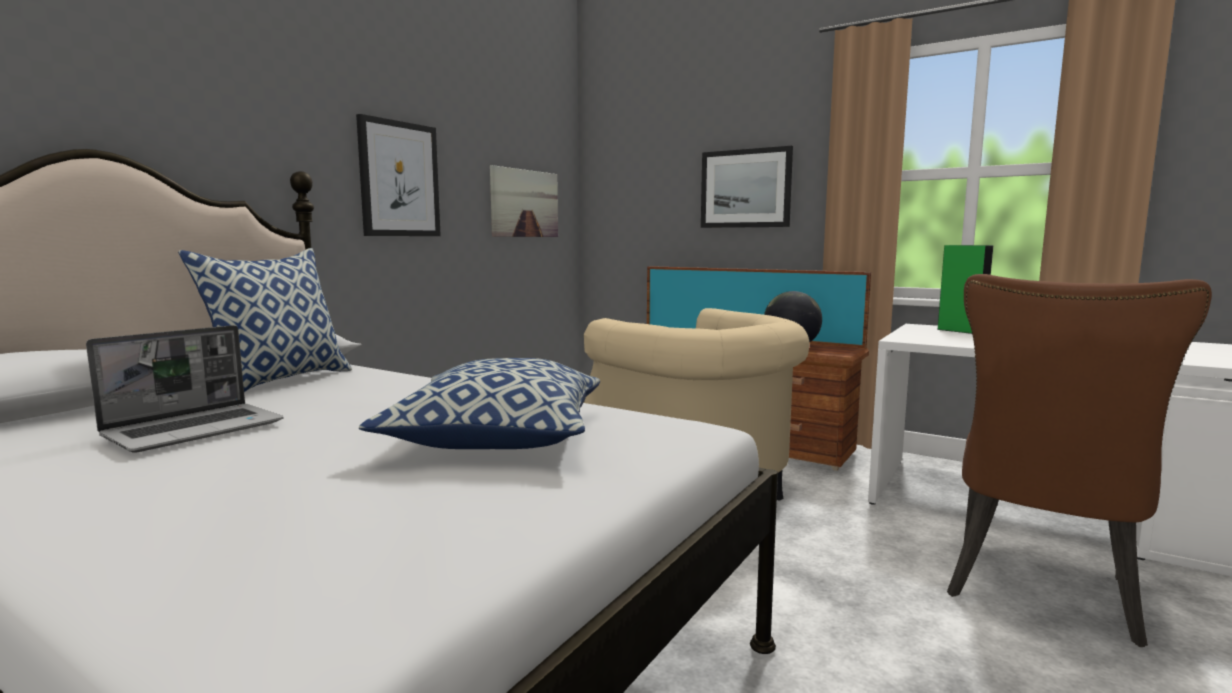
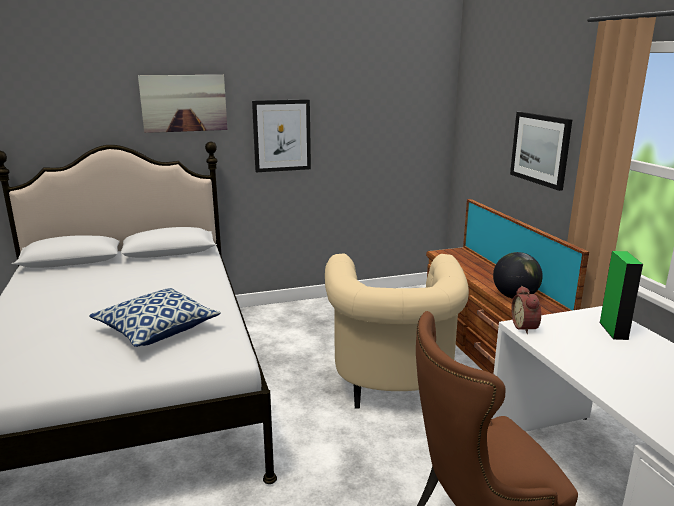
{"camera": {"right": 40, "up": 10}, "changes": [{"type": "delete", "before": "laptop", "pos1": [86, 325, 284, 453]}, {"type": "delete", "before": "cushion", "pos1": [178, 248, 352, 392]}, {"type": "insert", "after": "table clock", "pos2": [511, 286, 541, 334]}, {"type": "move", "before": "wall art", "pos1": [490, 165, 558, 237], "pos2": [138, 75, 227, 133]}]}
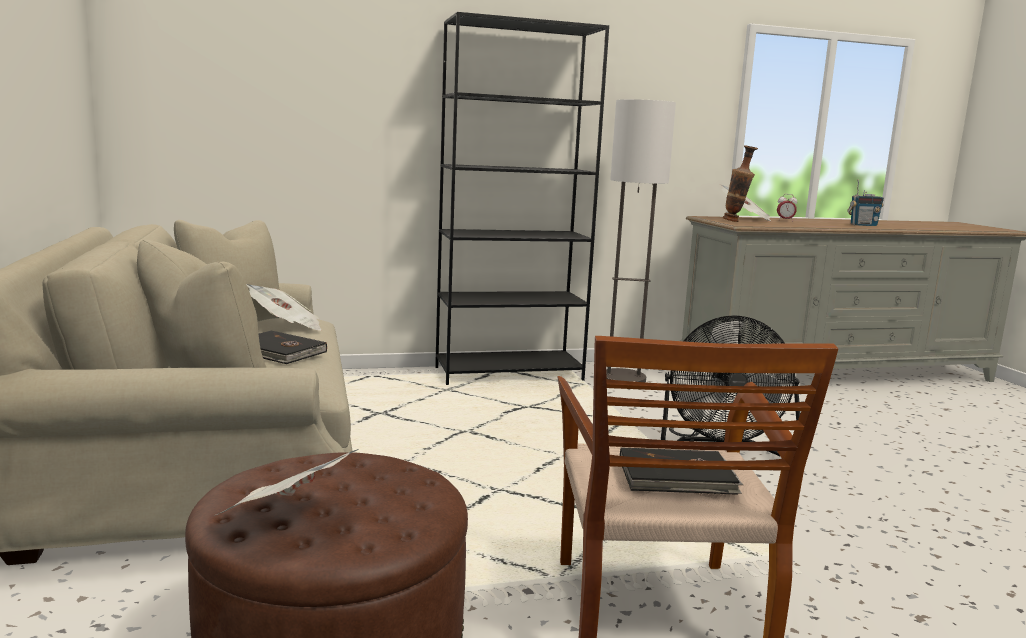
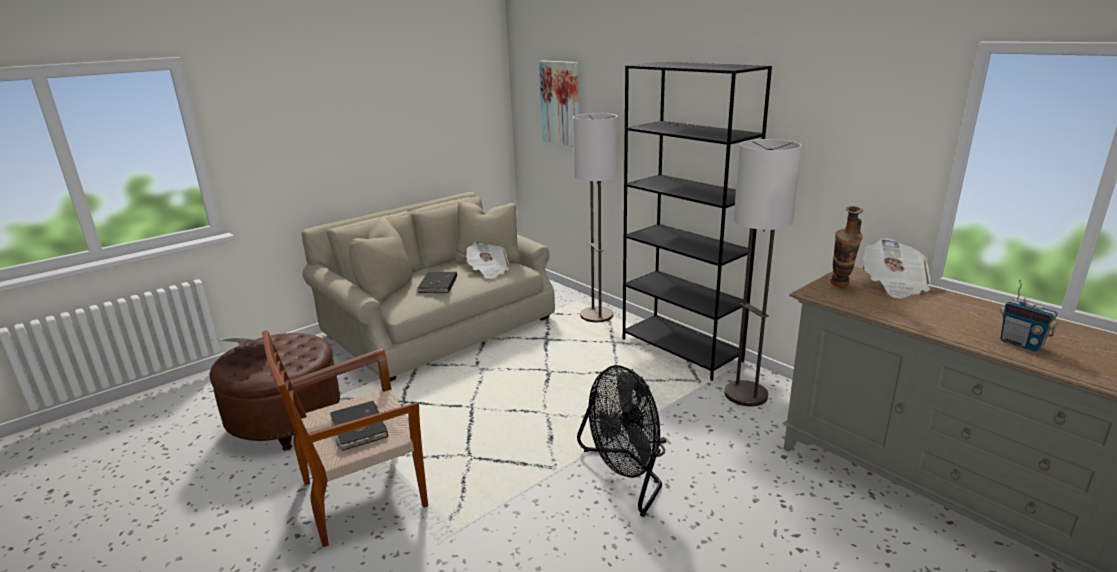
{"camera": {"right": 65, "up": 10}, "changes": [{"type": "delete", "before": "table clock", "pos1": [777, 194, 797, 222]}, {"type": "insert", "after": "wall art", "pos2": [539, 61, 579, 147]}, {"type": "insert", "after": "standard lamp", "pos2": [573, 113, 618, 322]}]}
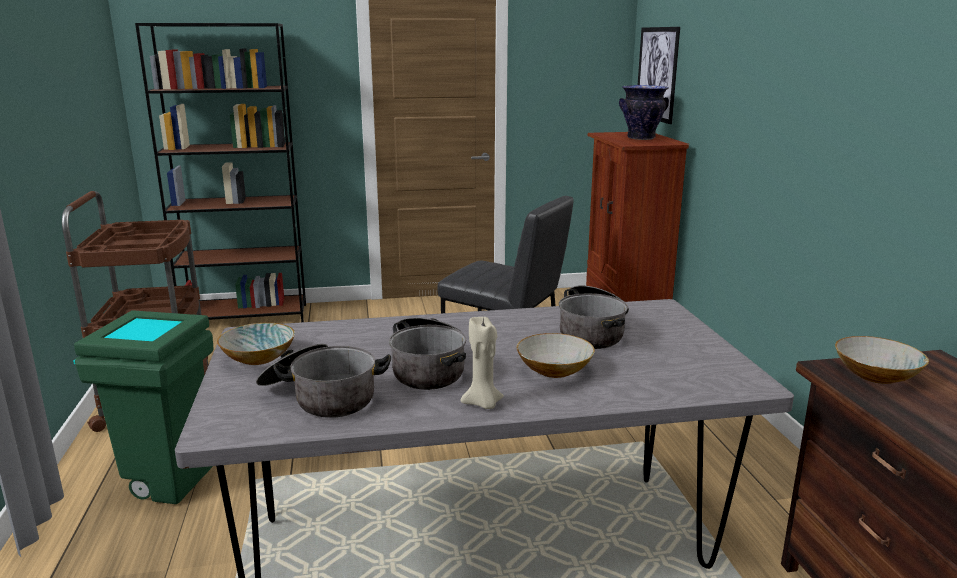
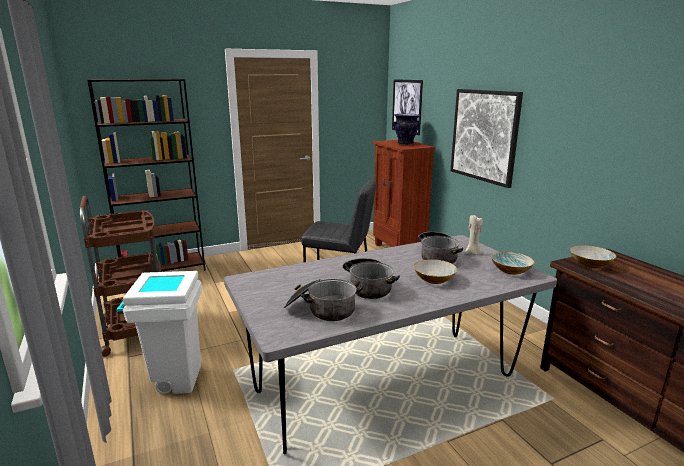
{"camera": {"right": -15, "up": 0}, "changes": [{"type": "insert", "after": "wall art", "pos2": [451, 89, 523, 188]}, {"type": "move", "before": "bowl", "pos1": [217, 323, 295, 365], "pos2": [491, 252, 535, 275]}, {"type": "move", "before": "candle/sand-coloured", "pos1": [460, 317, 504, 409], "pos2": [465, 215, 482, 255]}, {"type": "recolor", "before": "rubbish bin/green", "after": "rubbish bin/white-coloured", "pos1": [73, 310, 214, 504], "pos2": [116, 271, 202, 394]}]}
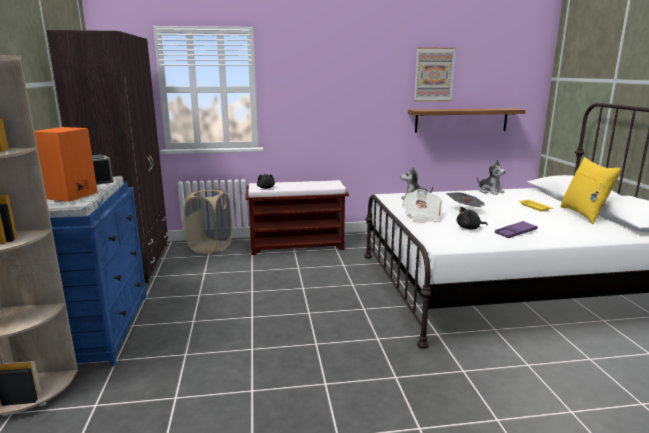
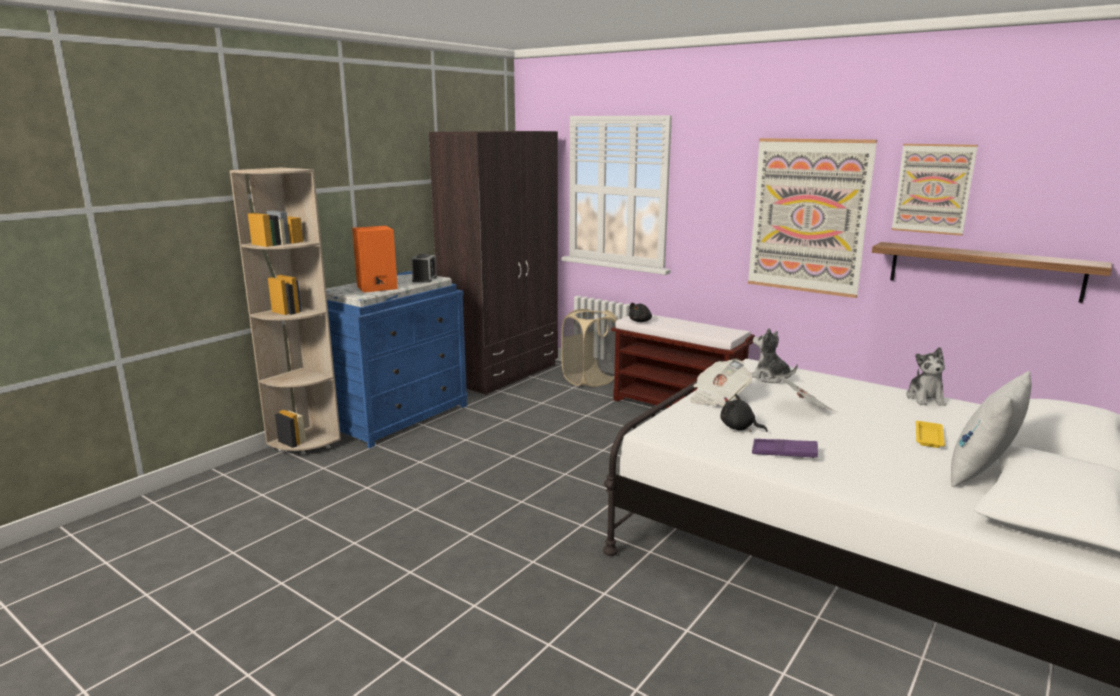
{"camera": {"right": 45, "up": 0}, "changes": [{"type": "insert", "after": "wall art", "pos2": [748, 138, 877, 298]}, {"type": "recolor", "before": "cushion/yellowish", "after": "cushion/greyish", "pos1": [560, 157, 621, 224], "pos2": [951, 371, 1032, 487]}]}
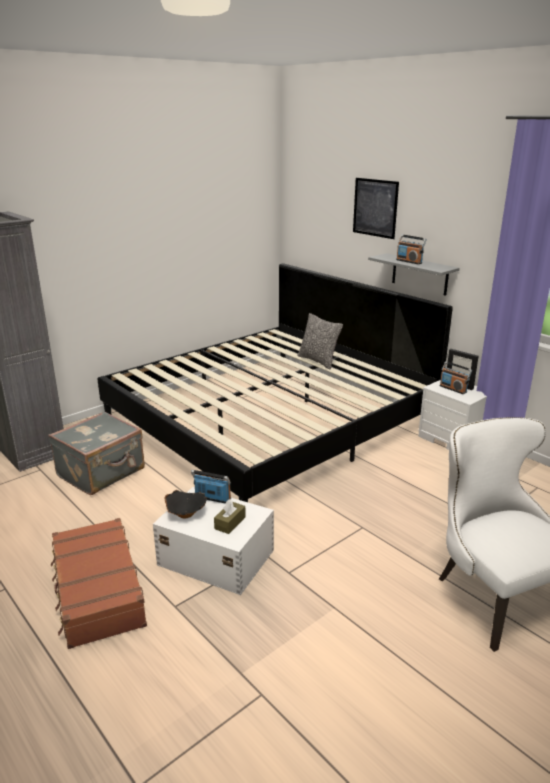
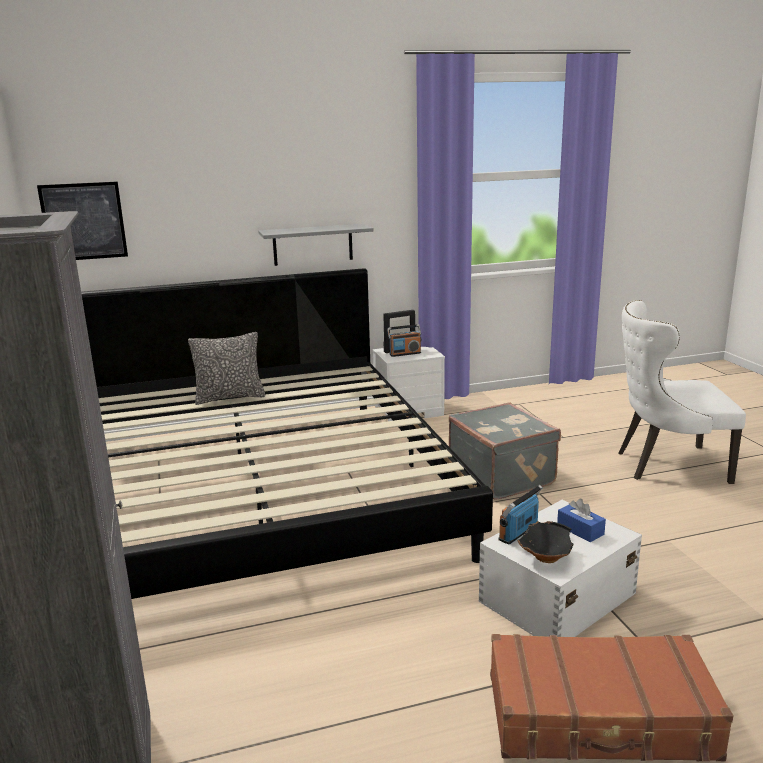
{"camera": {"right": -65, "up": -5}, "changes": [{"type": "delete", "before": "radio set", "pos1": [396, 234, 427, 264]}, {"type": "move", "before": "suitcase/greyish", "pos1": [48, 411, 145, 495], "pos2": [449, 402, 561, 500]}, {"type": "move", "before": "wall art", "pos1": [353, 178, 399, 239], "pos2": [37, 182, 128, 260]}, {"type": "recolor", "before": "box of tissues/brownish", "after": "box of tissues/blue", "pos1": [214, 499, 246, 534], "pos2": [557, 499, 606, 542]}]}
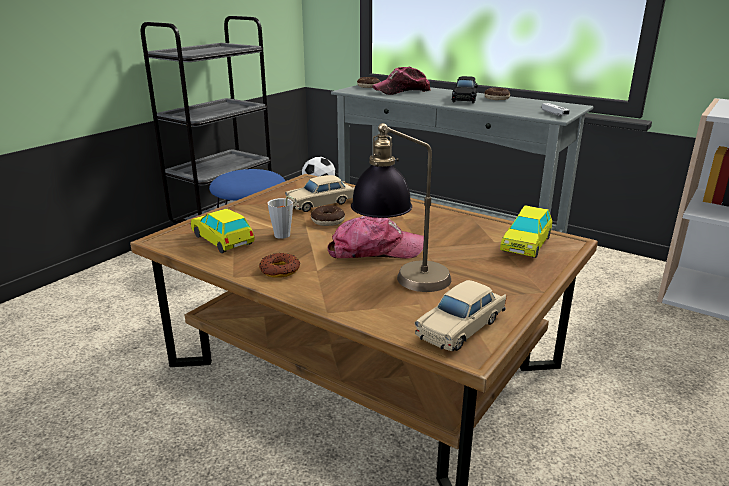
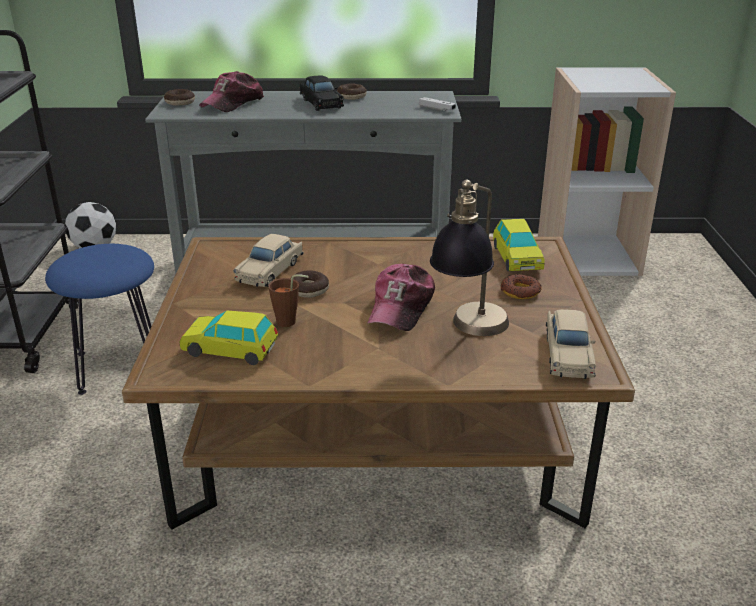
{"camera": {"right": -35, "up": 5}, "changes": [{"type": "move", "before": "ring doughnut", "pos1": [259, 253, 300, 278], "pos2": [501, 274, 542, 299]}, {"type": "recolor", "before": "drinking cup/greyish", "after": "drinking cup/brownish", "pos1": [267, 196, 294, 239], "pos2": [268, 274, 309, 327]}, {"type": "rotate", "before": "peaked cap", "pos1": [328, 216, 424, 259], "pos2": [367, 264, 435, 331], "turn": 150}]}
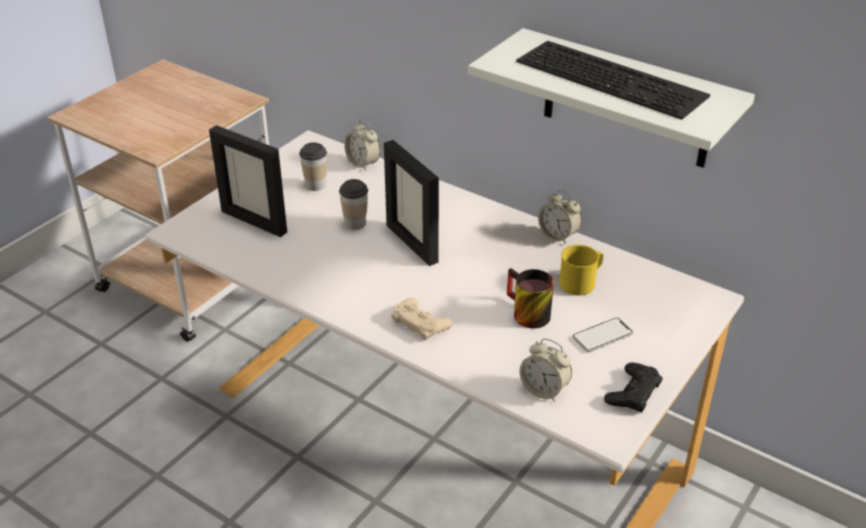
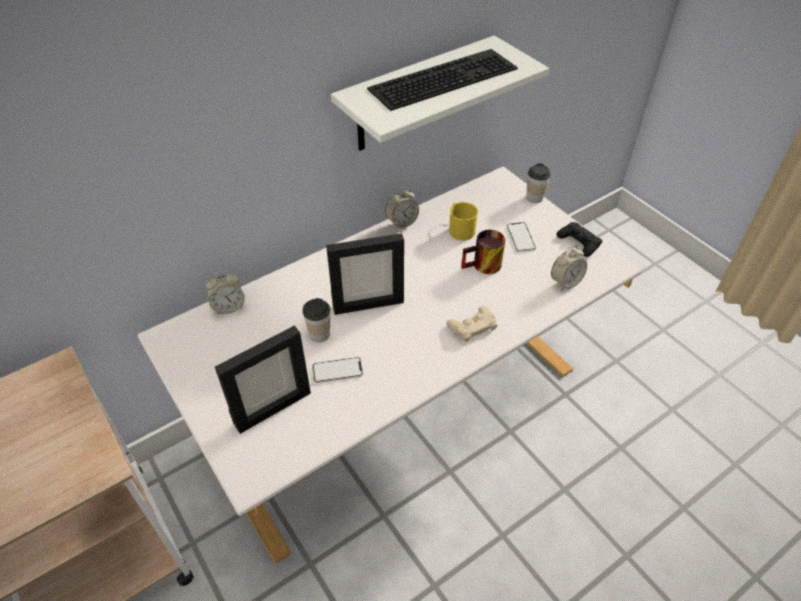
{"camera": {"right": -70, "up": 10}, "changes": [{"type": "insert", "after": "handset", "pos2": [312, 357, 363, 383]}, {"type": "move", "before": "drinking cup", "pos1": [299, 142, 327, 191], "pos2": [526, 164, 551, 203]}]}
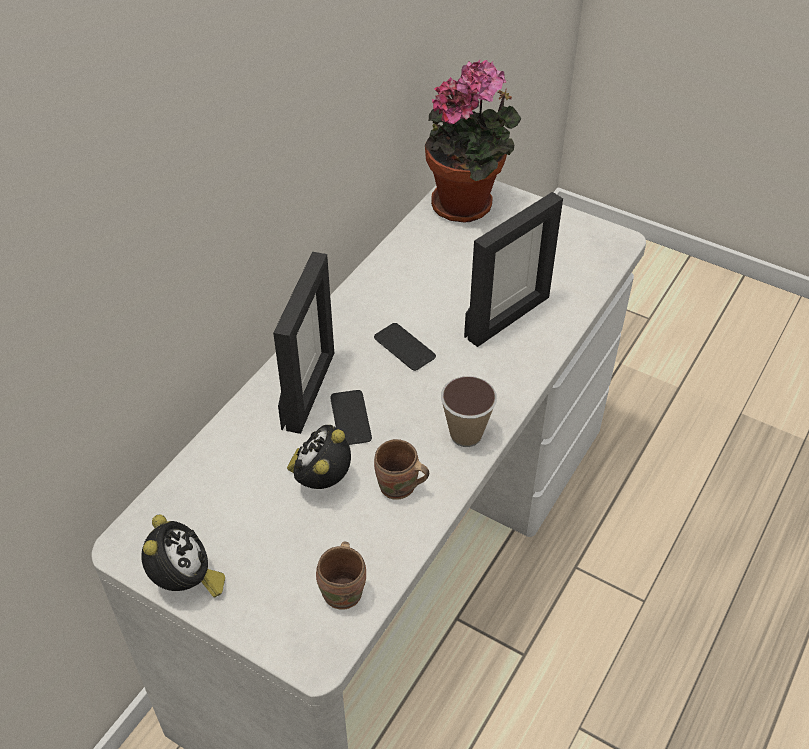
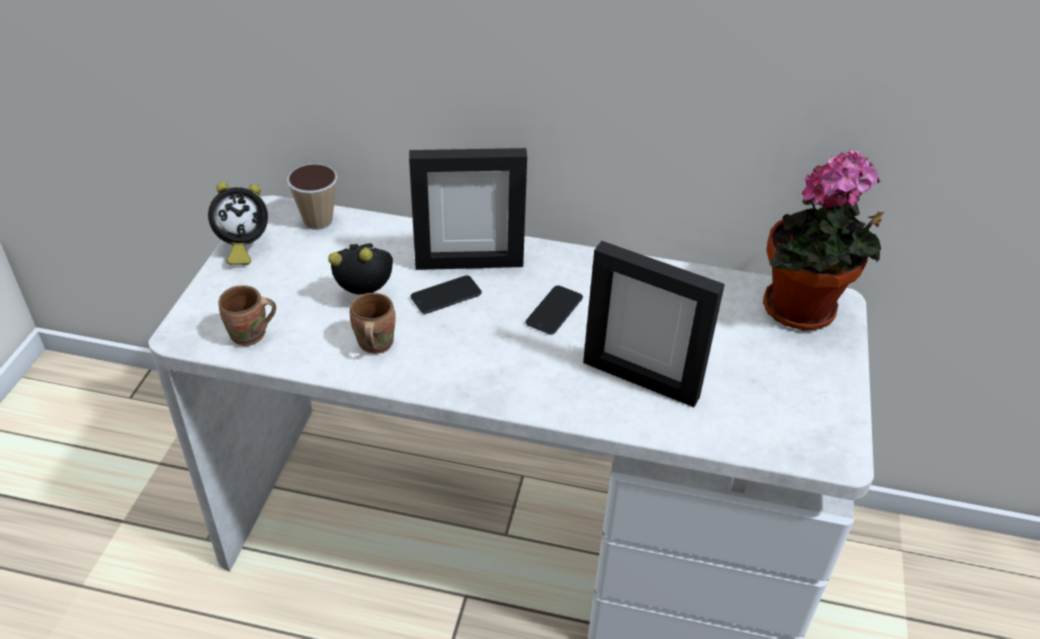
{"camera": {"right": 70, "up": -5}, "changes": [{"type": "move", "before": "drinking cup", "pos1": [441, 376, 497, 447], "pos2": [287, 164, 338, 230]}]}
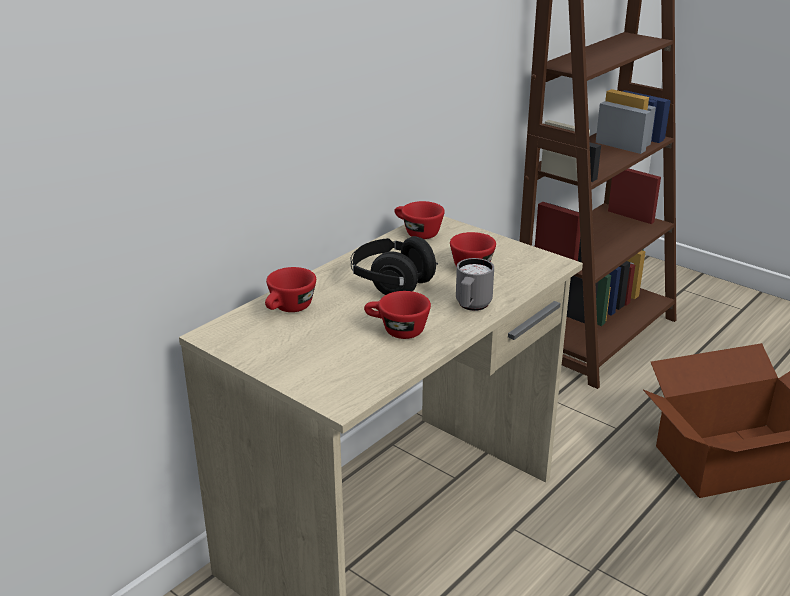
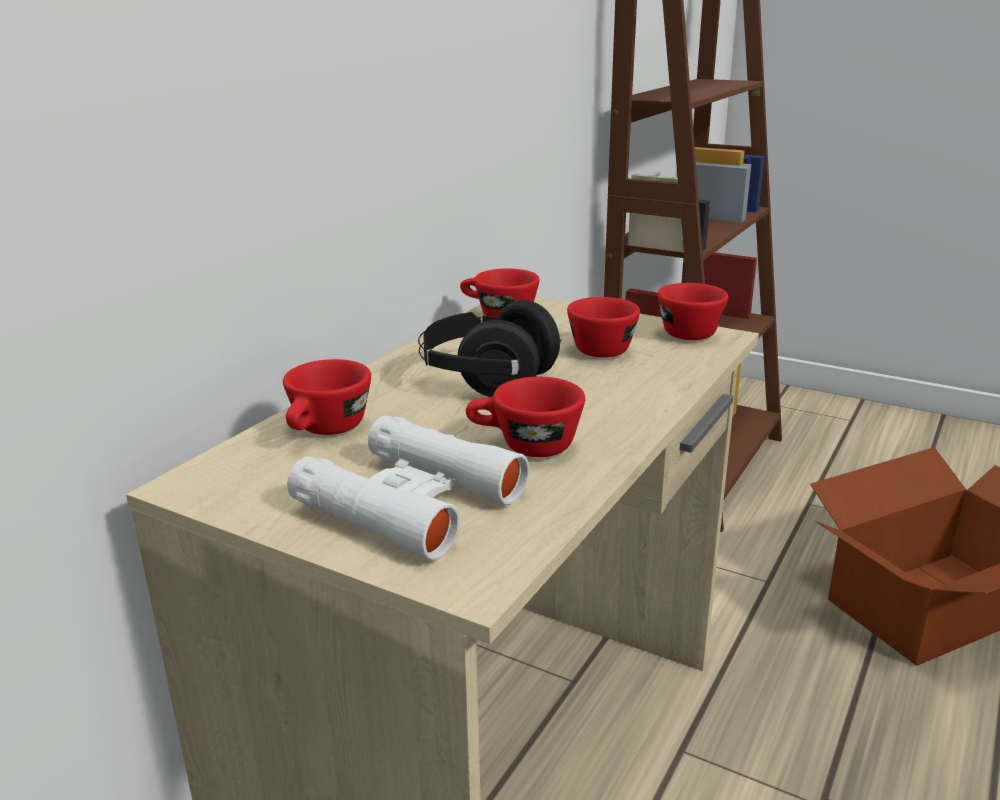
{"camera": {"right": -10, "up": -5}, "changes": [{"type": "delete", "before": "mug/greyish", "pos1": [456, 258, 494, 311]}, {"type": "insert", "after": "field glasses/white-coloured", "pos2": [287, 415, 529, 560]}, {"type": "insert", "after": "drinking cup/red", "pos2": [658, 283, 728, 340]}]}
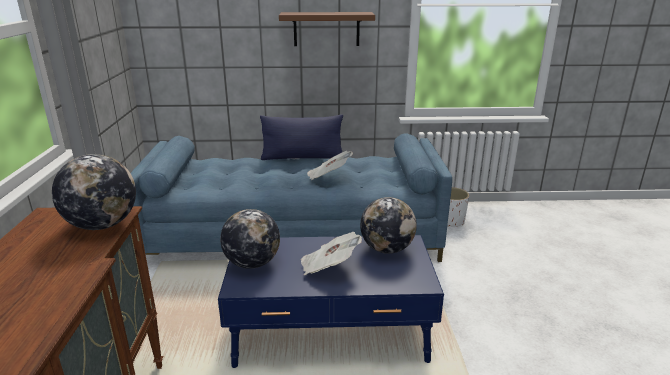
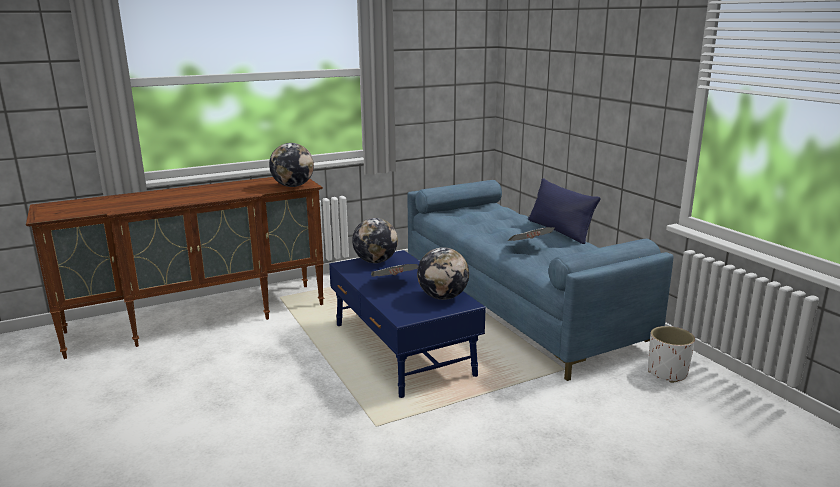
{"camera": {"right": 65, "up": -5}, "changes": [{"type": "delete", "before": "shelf/brownish", "pos1": [279, 12, 375, 46]}]}
